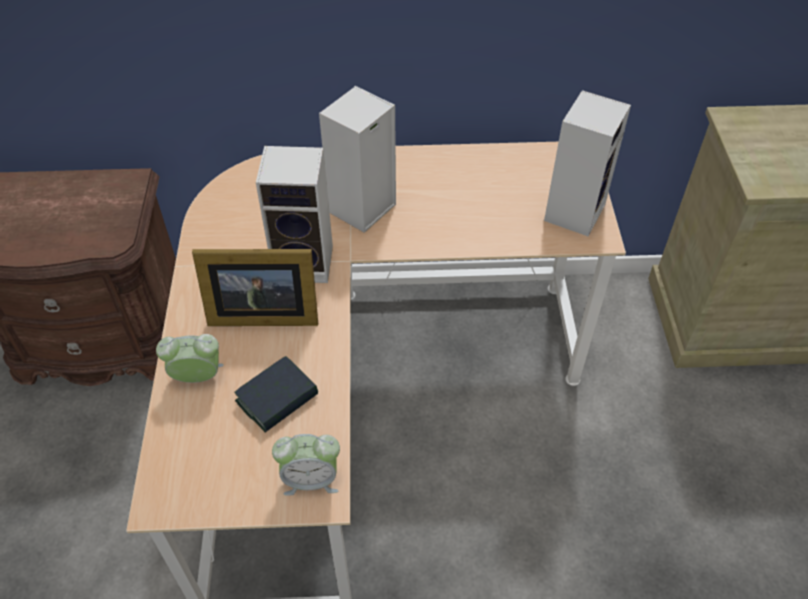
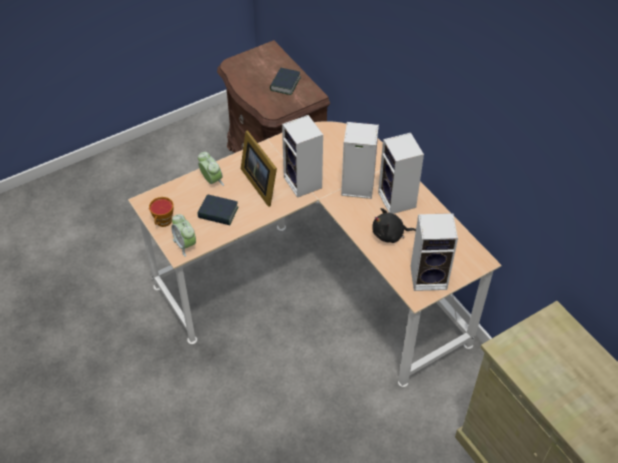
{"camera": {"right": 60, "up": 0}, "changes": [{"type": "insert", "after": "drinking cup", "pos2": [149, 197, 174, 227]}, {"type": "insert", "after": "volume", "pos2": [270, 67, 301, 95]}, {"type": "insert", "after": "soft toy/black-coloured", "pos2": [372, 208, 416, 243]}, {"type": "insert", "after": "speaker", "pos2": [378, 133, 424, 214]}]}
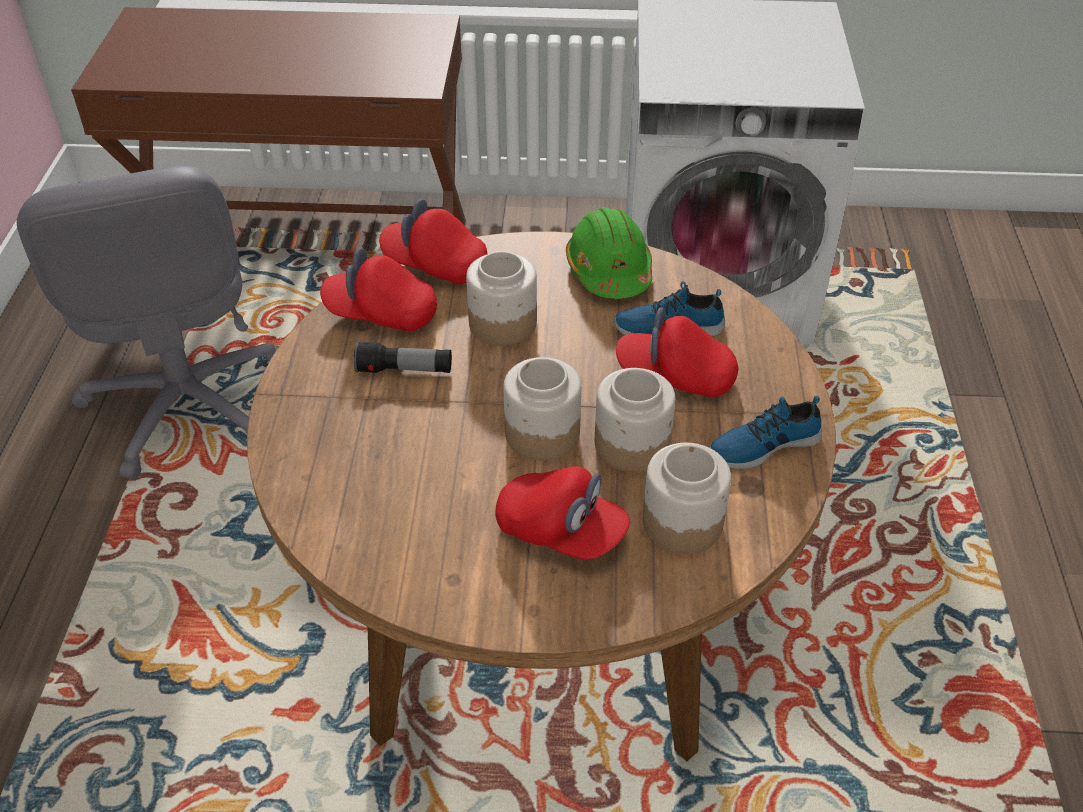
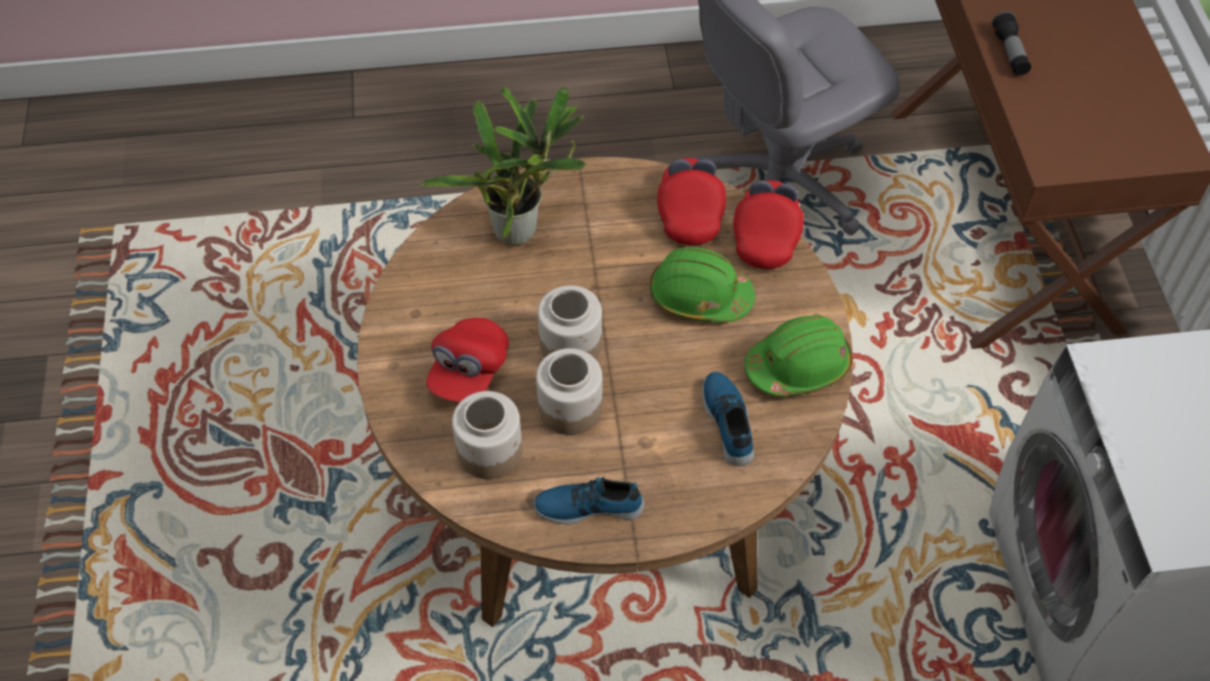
{"camera": {"right": 80, "up": 10}, "changes": [{"type": "delete", "before": "peaked cap/red", "pos1": [616, 308, 738, 397]}, {"type": "insert", "after": "houseplant", "pos2": [421, 87, 587, 245]}, {"type": "move", "before": "flashlight", "pos1": [354, 341, 452, 373], "pos2": [992, 11, 1031, 76]}, {"type": "replace", "before": "preserve jar", "after": "safety helmet/green", "pos1": [466, 251, 537, 346], "pos2": [649, 247, 755, 322]}, {"type": "rotate", "before": "item of footwear", "pos1": [709, 396, 822, 469], "pos2": [534, 477, 644, 524], "turn": -60}]}
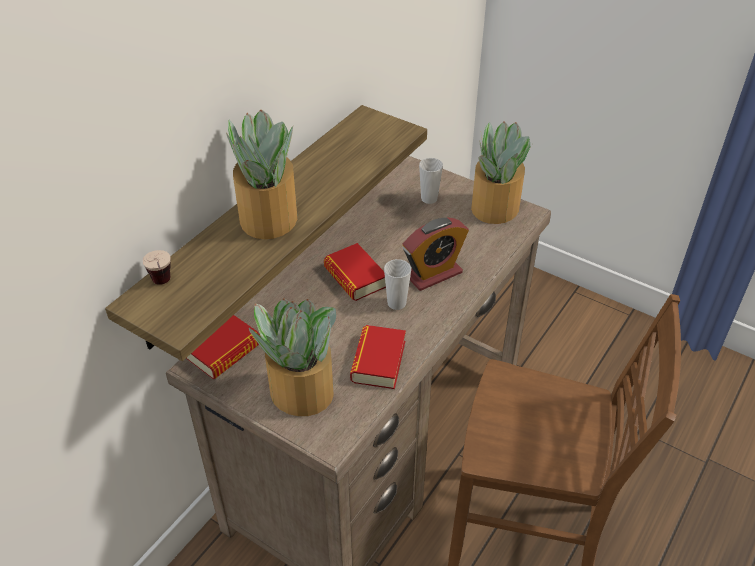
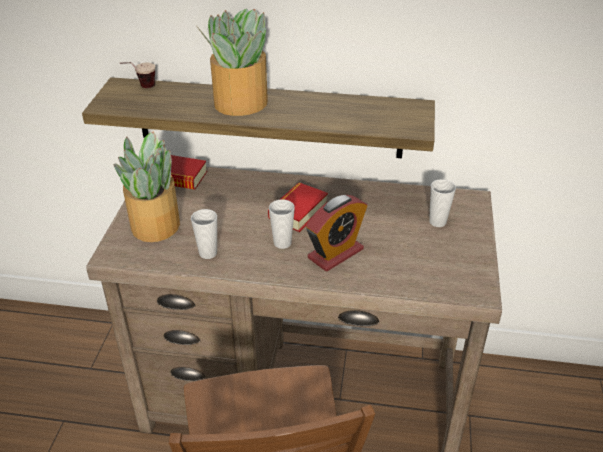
{"camera": {"right": 65, "up": -5}, "changes": [{"type": "delete", "before": "houseplant", "pos1": [471, 121, 532, 224]}, {"type": "replace", "before": "volume", "after": "drinking cup", "pos1": [350, 325, 406, 389], "pos2": [191, 209, 217, 259]}, {"type": "rotate", "before": "table clock", "pos1": [403, 217, 469, 291], "pos2": [306, 195, 367, 272], "turn": -75}]}
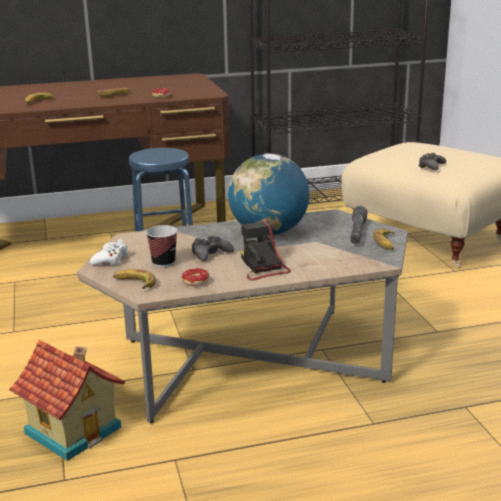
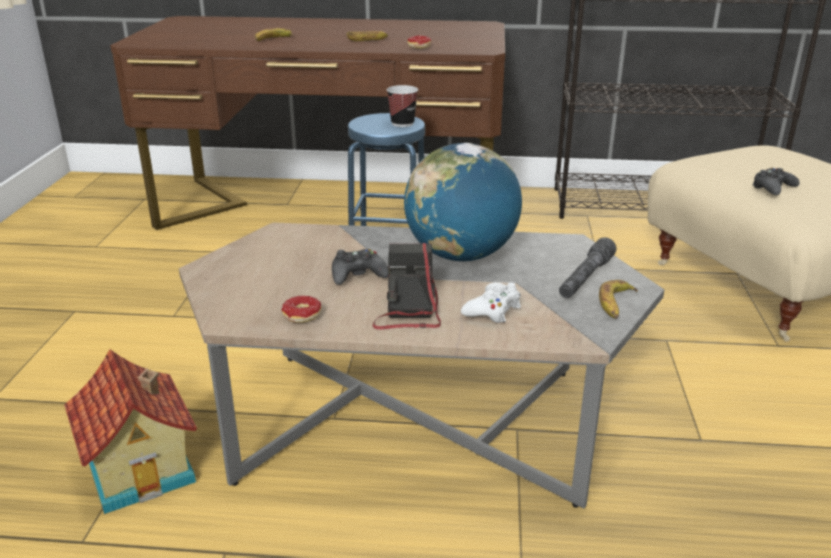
{"camera": {"right": 20, "up": 5}, "changes": [{"type": "delete", "before": "whole banana", "pos1": [113, 269, 156, 289]}, {"type": "move", "before": "gamepad/white-coloured", "pos1": [90, 240, 129, 265], "pos2": [461, 283, 521, 323]}, {"type": "move", "before": "drinking cup", "pos1": [146, 225, 178, 268], "pos2": [387, 85, 418, 127]}]}
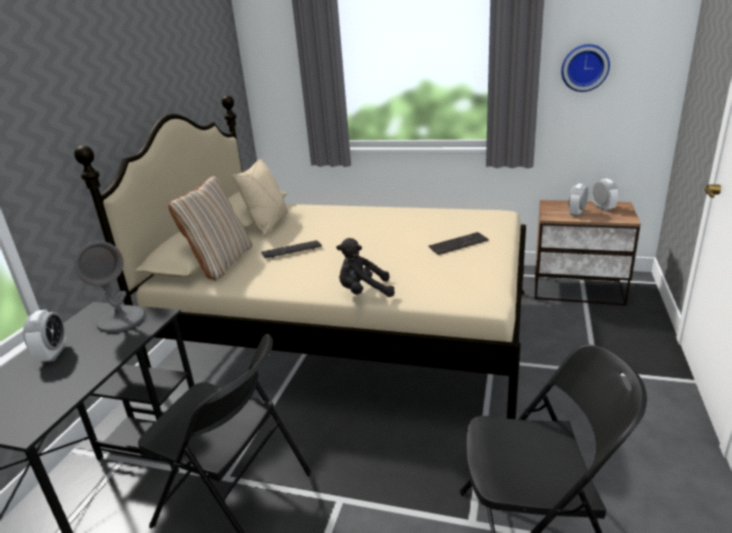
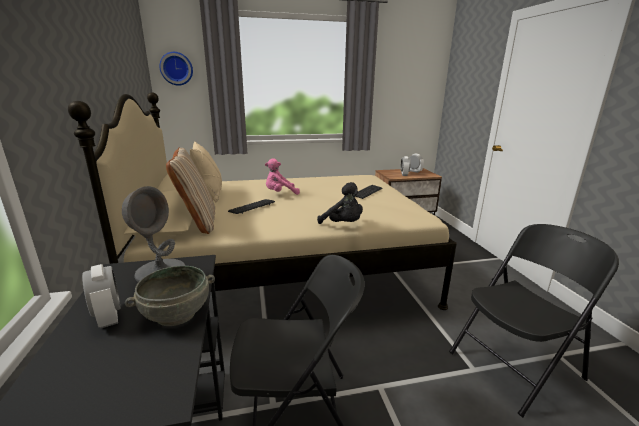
{"camera": {"right": -30, "up": -5}, "changes": [{"type": "insert", "after": "bowl/greyish", "pos2": [125, 266, 215, 326]}, {"type": "insert", "after": "soft toy/pink-coloured", "pos2": [265, 158, 300, 195]}, {"type": "move", "before": "clock on the wall", "pos1": [561, 44, 610, 92], "pos2": [159, 52, 193, 86]}, {"type": "rotate", "before": "soft toy/black-coloured", "pos1": [336, 238, 395, 297], "pos2": [317, 182, 363, 224], "turn": -105}]}
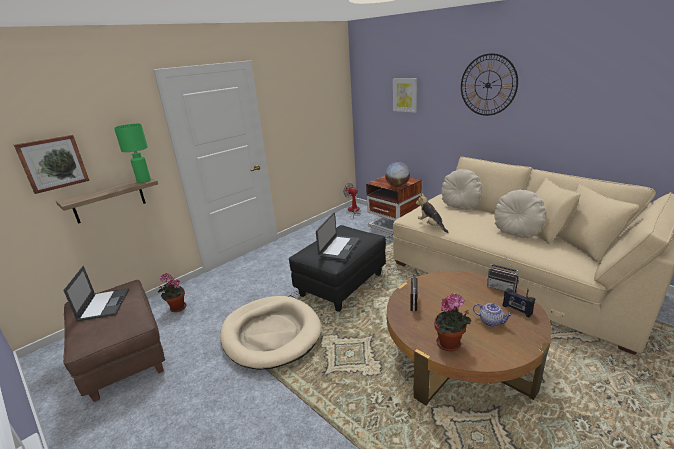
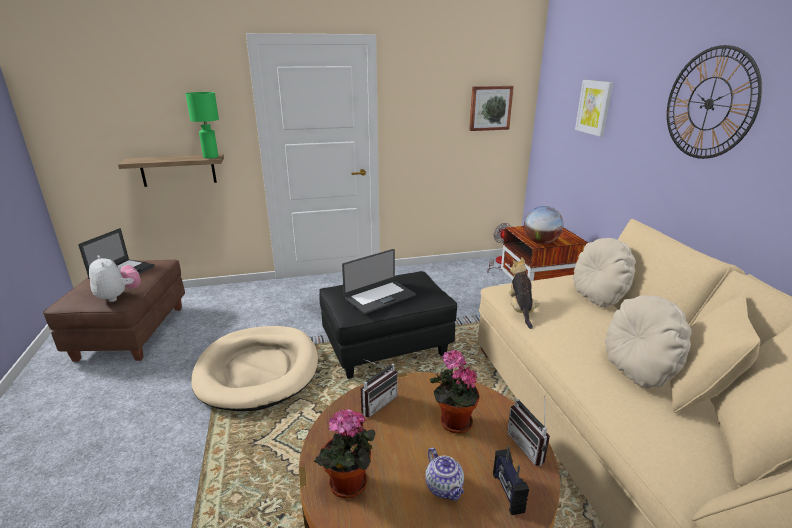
{"camera": {"right": 30, "up": 0}, "changes": [{"type": "insert", "after": "soft toy", "pos2": [89, 255, 141, 302]}, {"type": "move", "before": "wall art", "pos1": [14, 135, 89, 194], "pos2": [469, 86, 514, 131]}, {"type": "move", "before": "houseplant", "pos1": [158, 273, 187, 312], "pos2": [430, 350, 480, 434]}]}
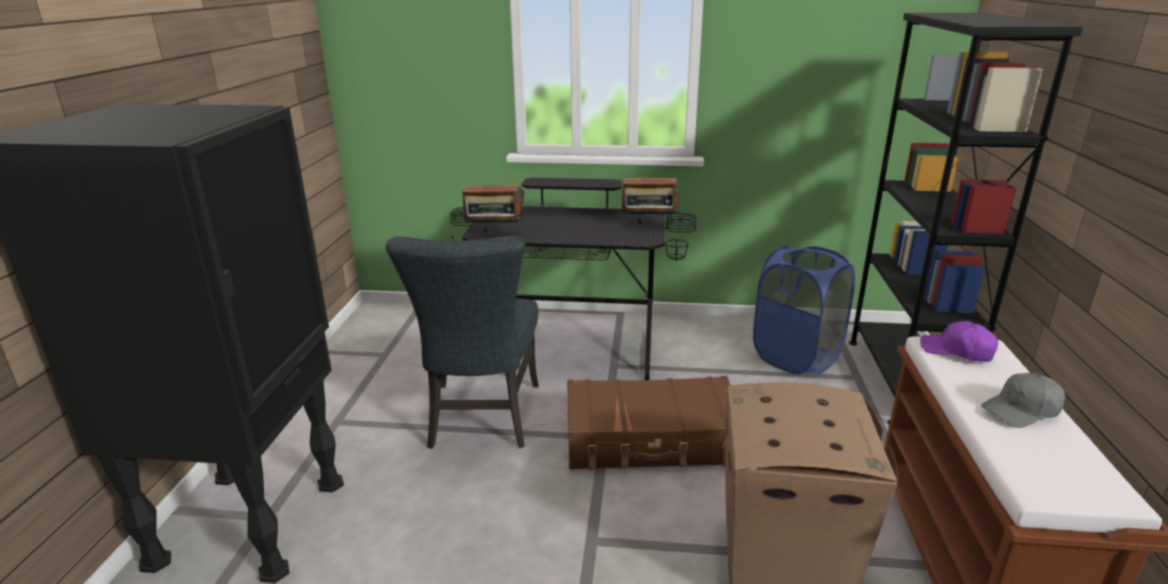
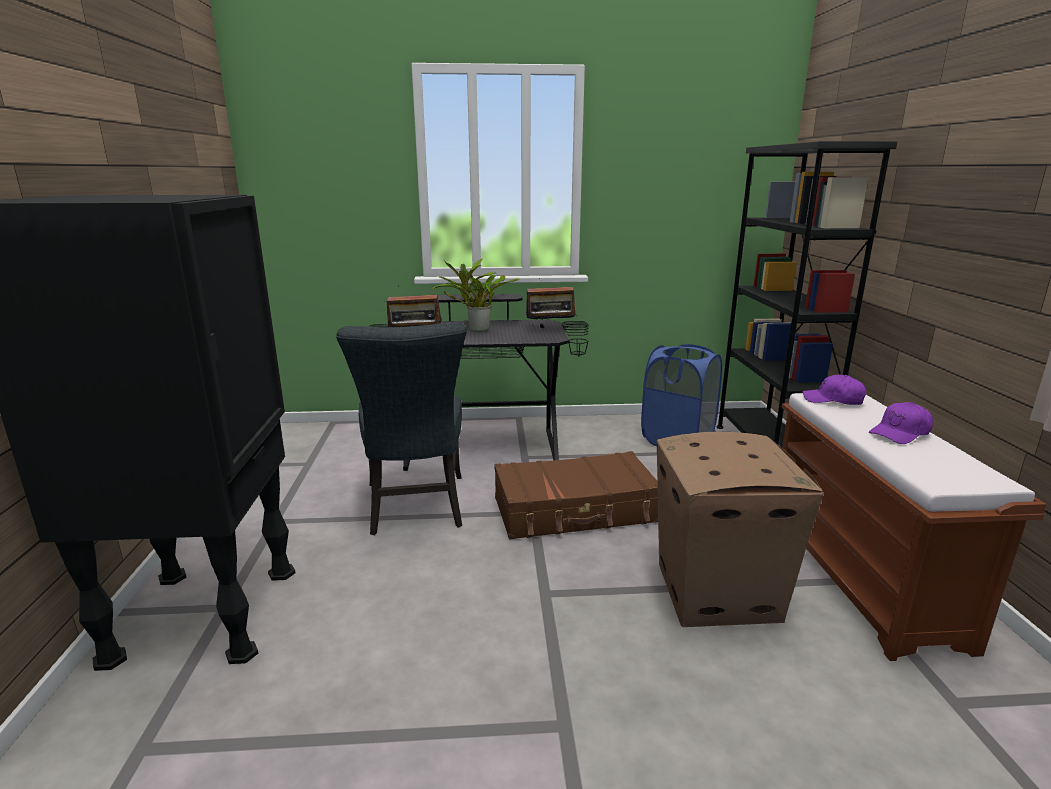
{"camera": {"right": -10, "up": -5}, "changes": [{"type": "insert", "after": "houseplant", "pos2": [431, 259, 519, 332]}, {"type": "recolor", "before": "peaked cap/greyish", "after": "peaked cap/purplish", "pos1": [981, 373, 1065, 428], "pos2": [869, 402, 933, 444]}]}
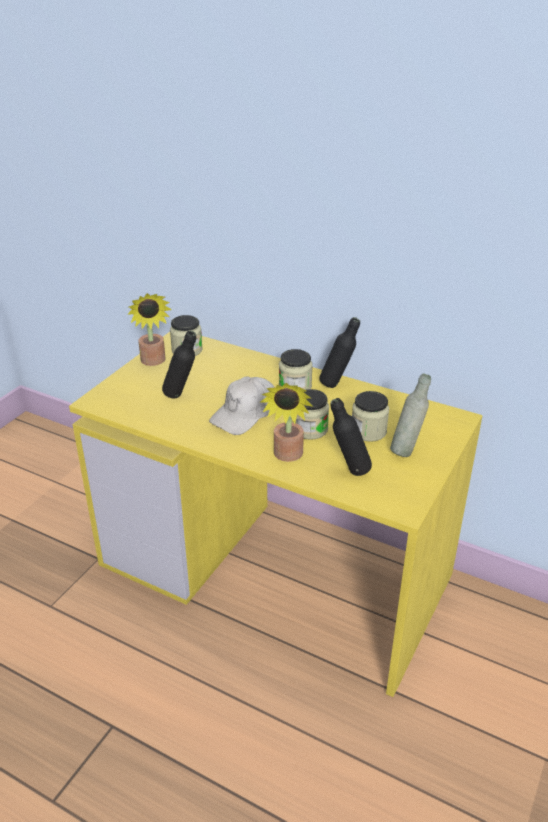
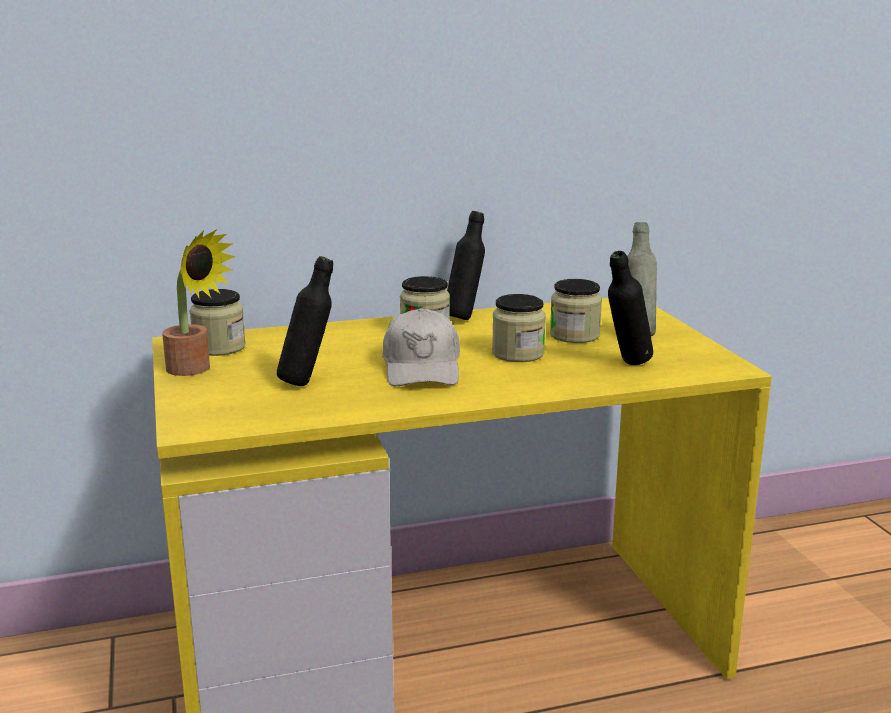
{"camera": {"right": -45, "up": -15}, "changes": [{"type": "delete", "before": "houseplant", "pos1": [259, 383, 313, 462]}]}
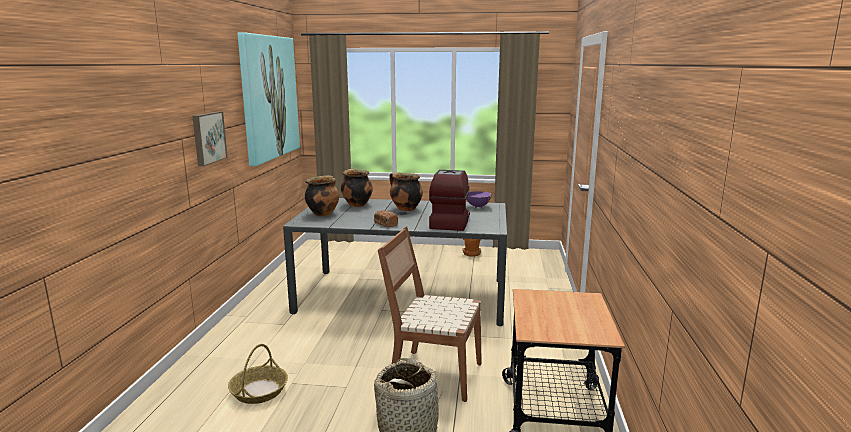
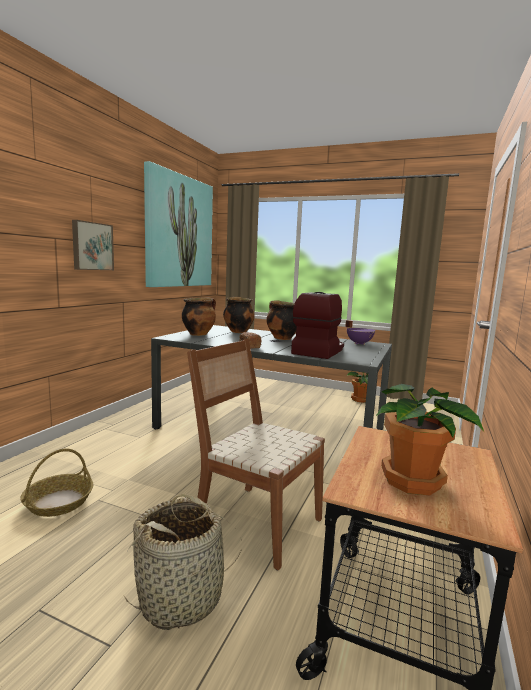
{"camera": {"right": 15, "up": -5}, "changes": [{"type": "insert", "after": "houseplant", "pos2": [376, 384, 485, 495]}]}
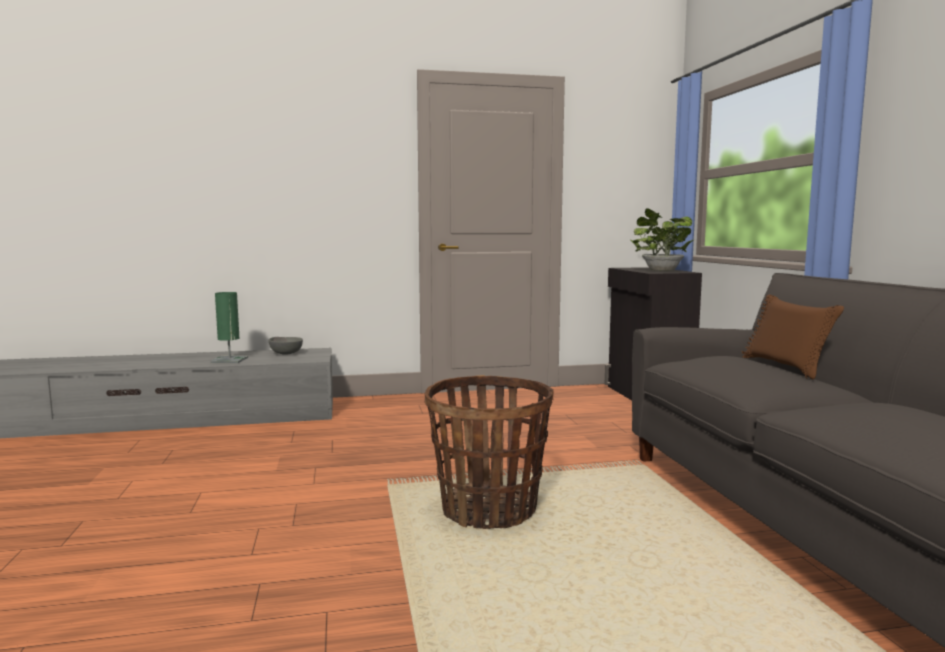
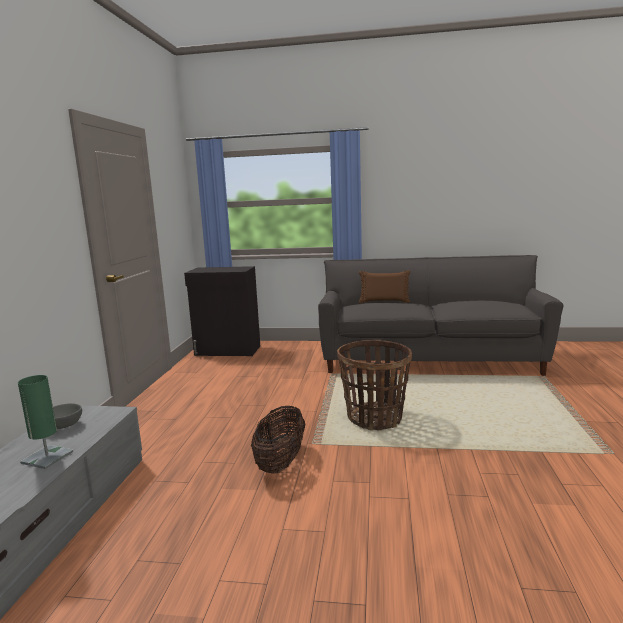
{"camera": {"right": -70, "up": 5}, "changes": [{"type": "delete", "before": "houseplant", "pos1": [629, 208, 693, 272]}, {"type": "insert", "after": "household basket", "pos2": [251, 406, 305, 474]}]}
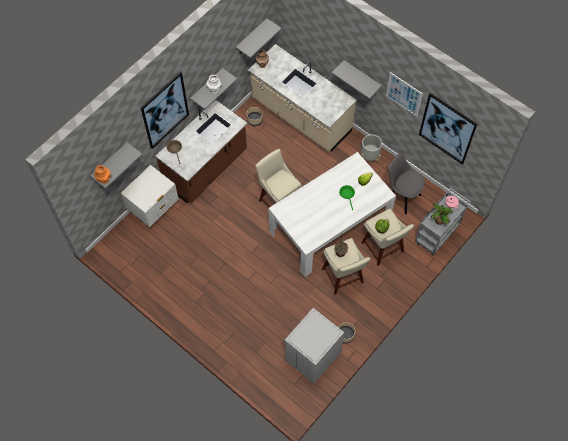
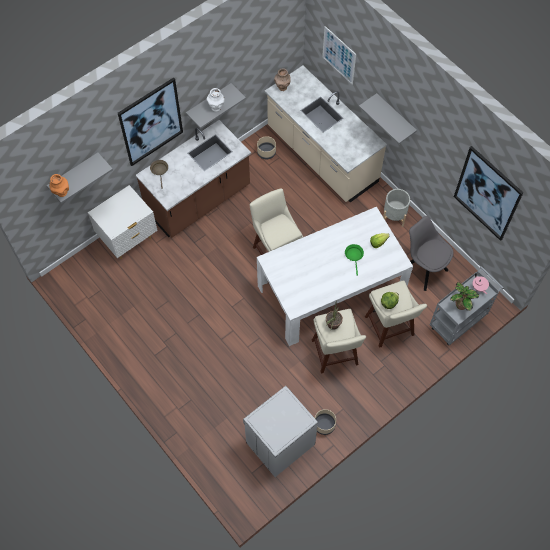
{"camera": {"right": 10, "up": 0}, "changes": [{"type": "delete", "before": "shelf/greyish", "pos1": [236, 18, 281, 58]}, {"type": "move", "before": "wall art", "pos1": [386, 72, 423, 116], "pos2": [322, 26, 356, 84]}]}
